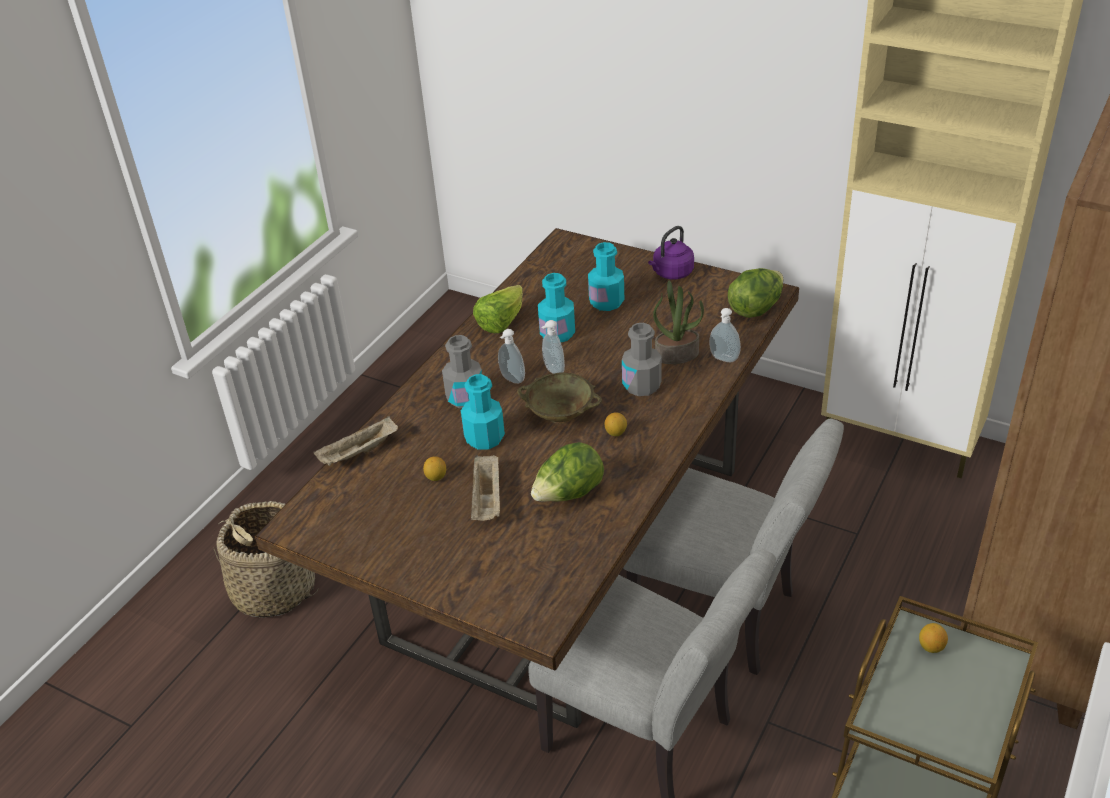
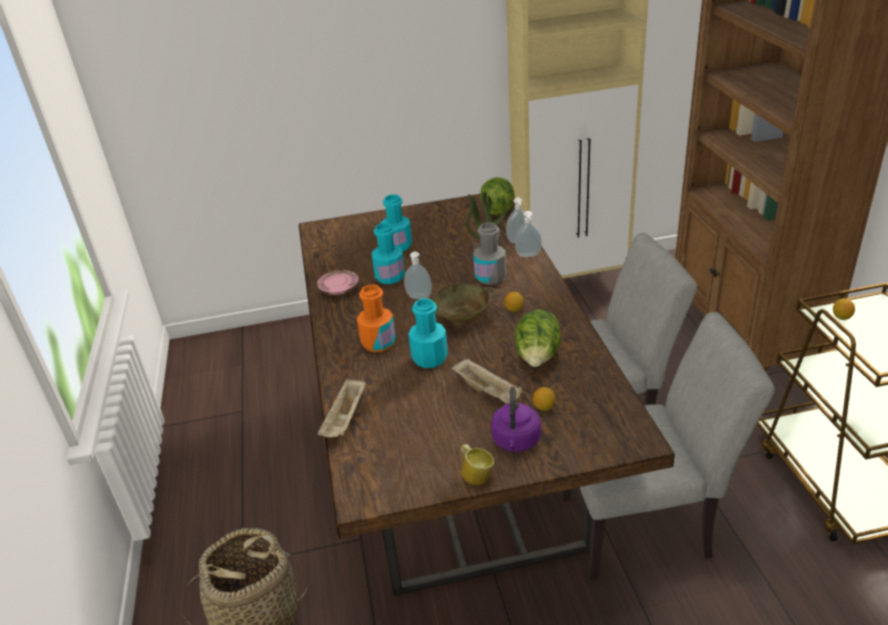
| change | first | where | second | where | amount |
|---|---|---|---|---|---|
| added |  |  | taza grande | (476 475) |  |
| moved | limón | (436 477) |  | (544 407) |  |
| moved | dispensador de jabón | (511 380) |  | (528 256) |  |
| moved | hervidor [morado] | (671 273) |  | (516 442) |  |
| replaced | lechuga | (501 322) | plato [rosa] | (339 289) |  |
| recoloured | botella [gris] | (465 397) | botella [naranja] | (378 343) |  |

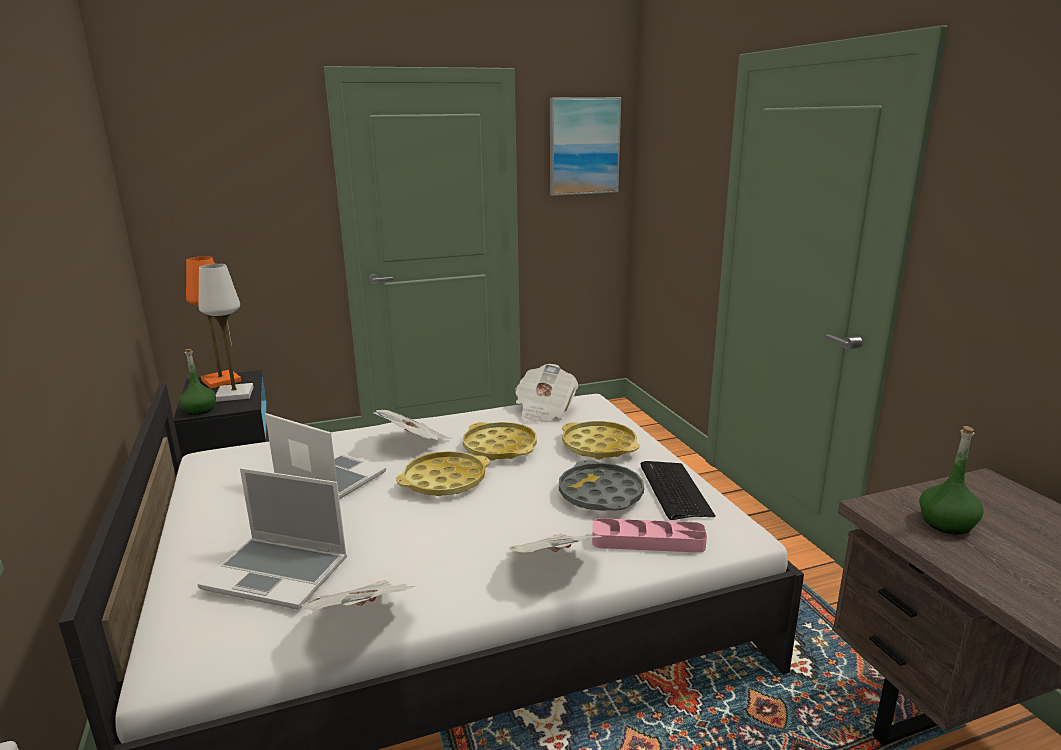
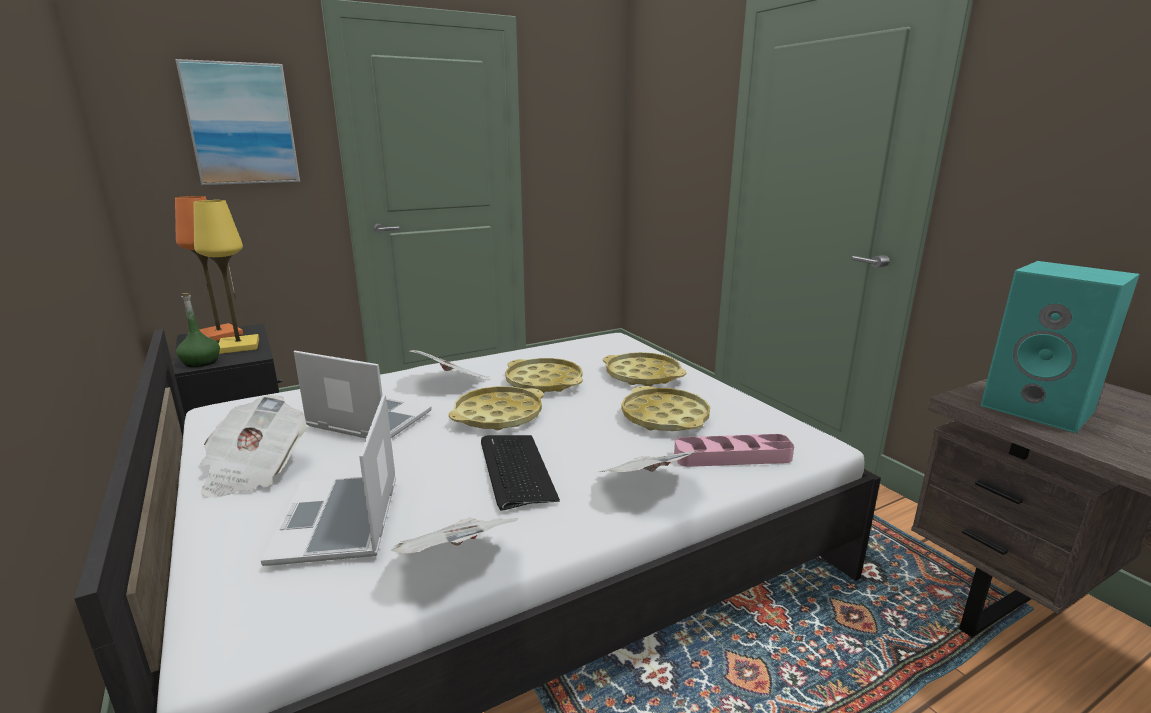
| change | first | where | second | where | amount |
|---|---|---|---|---|---|
| moved | periódico | (544 410) |  | (254 470) |  |
| moved | cuadro | (584 146) |  | (241 124) |  |
| moved | teclado | (674 490) |  | (515 470) |  |
| replaced | botella [verde] | (947 523) | altavoz [turquesa] | (1040 409) |  |
| recoloured | lámpara de mesa [blanco] | (235 394) | lámpara de mesa [amarillo] | (239 346) |  |
| recoloured | bandeja [gris] | (600 494) | bandeja [amarillo] | (664 417) |  |
| turned | portátil | (279 573) |  | (340 522) | 75 degrees clockwise |

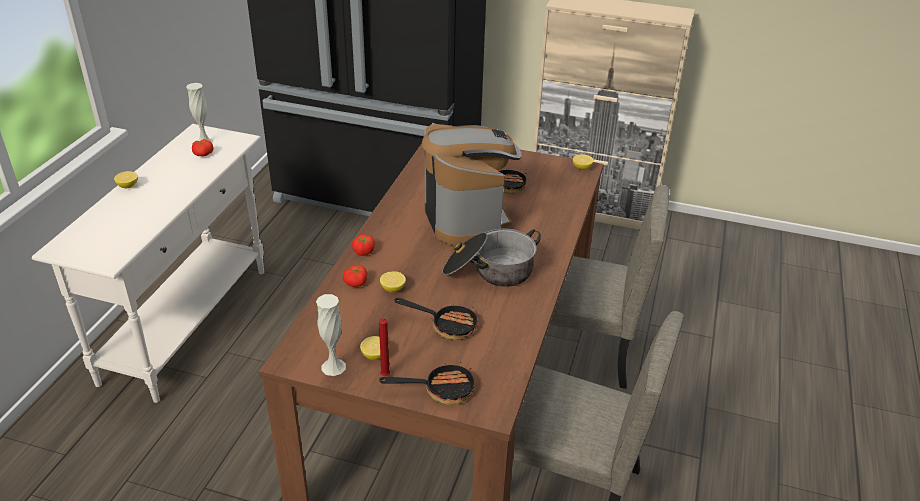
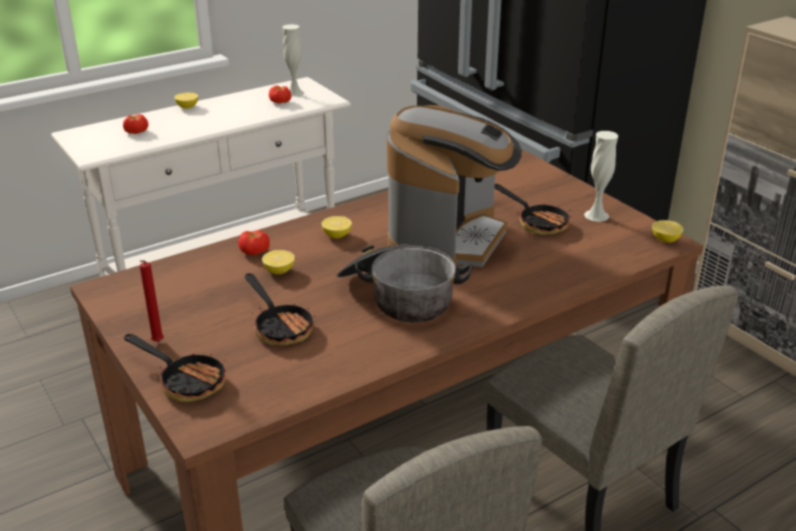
| change | first | where | second | where | amount |
|---|---|---|---|---|---|
| moved | florero [blanco] | (333 367) |  | (596 215) |  |
| moved | tomate | (363 251) |  | (136 131) |  |
| moved | limón | (375 355) |  | (337 235) |  |

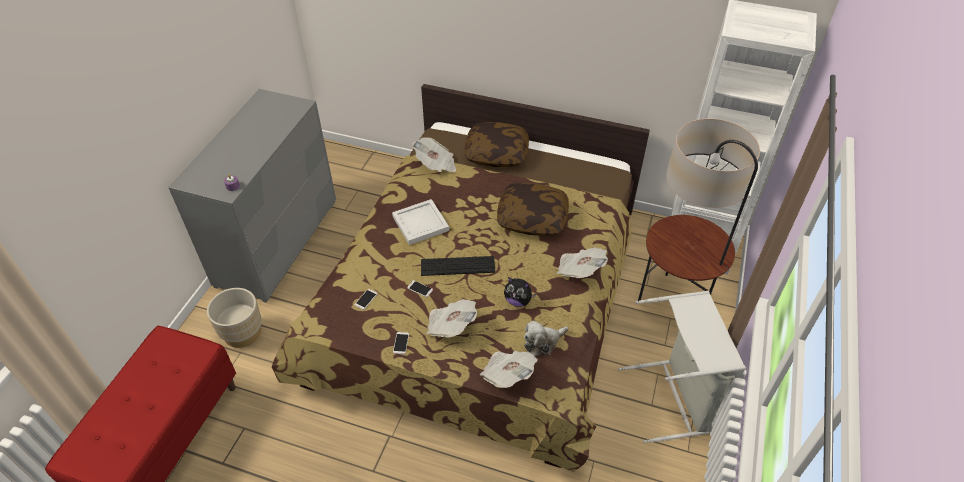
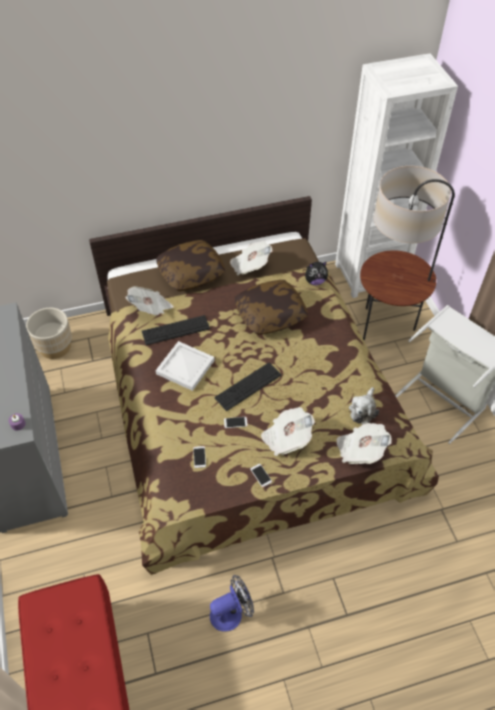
| change | first | where | second | where | amount |
|---|---|---|---|---|---|
| added |  |  | teclado | (175 330) |  |
| added |  |  | ventilador | (231 612) |  |
| moved | maceta [beis] | (242 332) |  | (55 346) |  |
| moved | peluche | (518 301) |  | (315 281) |  |
| moved | periódico | (579 270) |  | (250 265) |  |

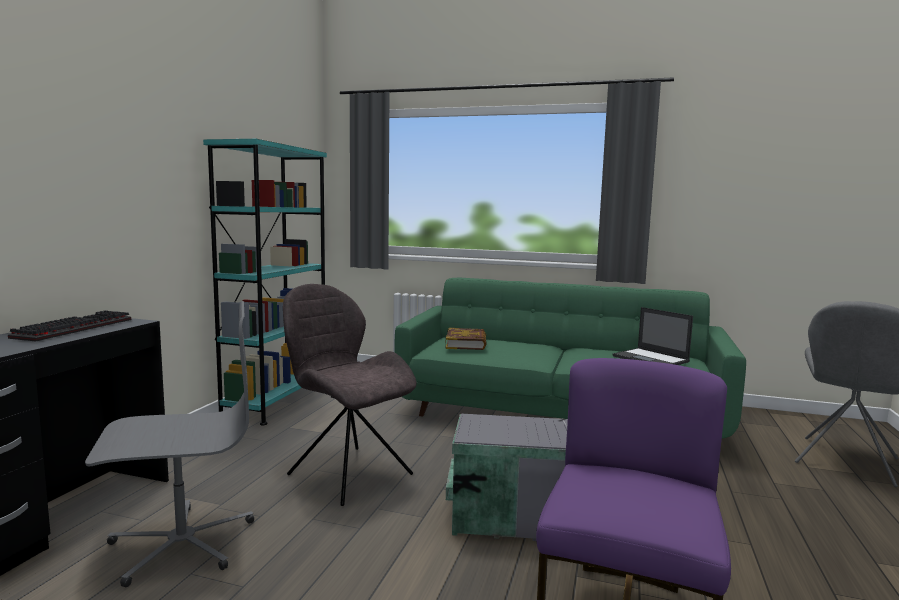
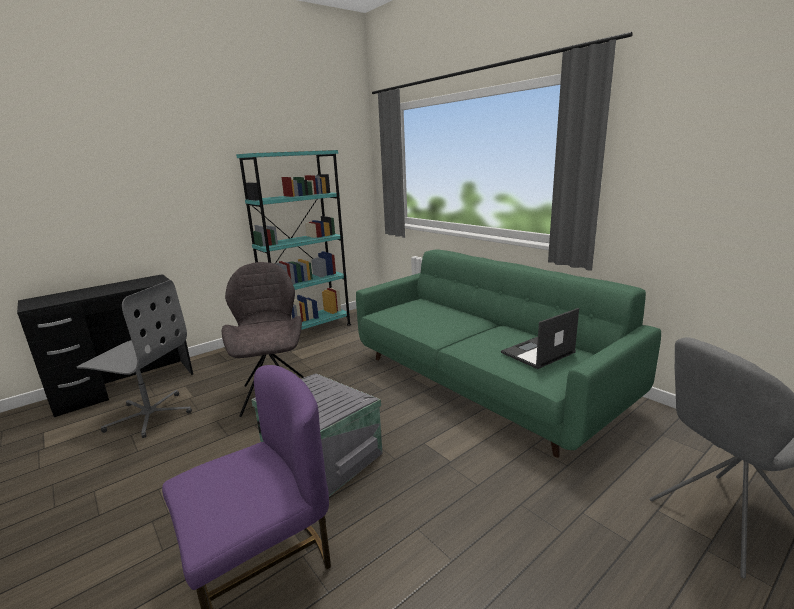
| change | first | where | second | where | amount |
|---|---|---|---|---|---|
| removed | teclado | (74 328) |  |  |  |
| removed | libro | (466 343) |  |  |  |
| turned | portátil | (651 359) |  | (537 353) | 60 degrees clockwise |

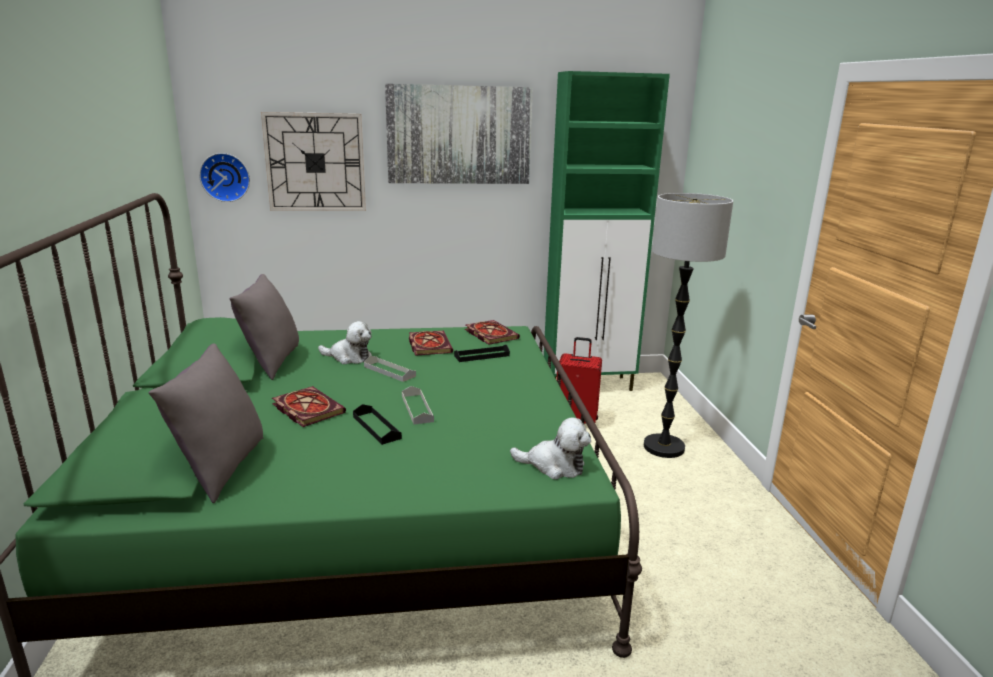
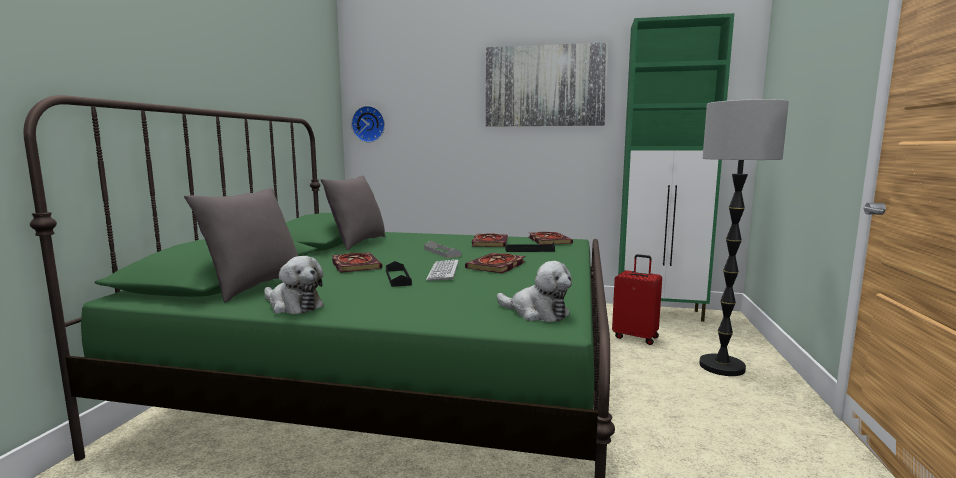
| change | first | where | second | where | amount |
|---|---|---|---|---|---|
| removed | reloj de pared | (315 162) |  |  |  |
| added |  |  | libro | (496 266) |  |
| moved | peluche | (349 357) |  | (293 306) |  |
| replaced | bandeja [gris] | (417 408) | teclado | (443 271) |  |

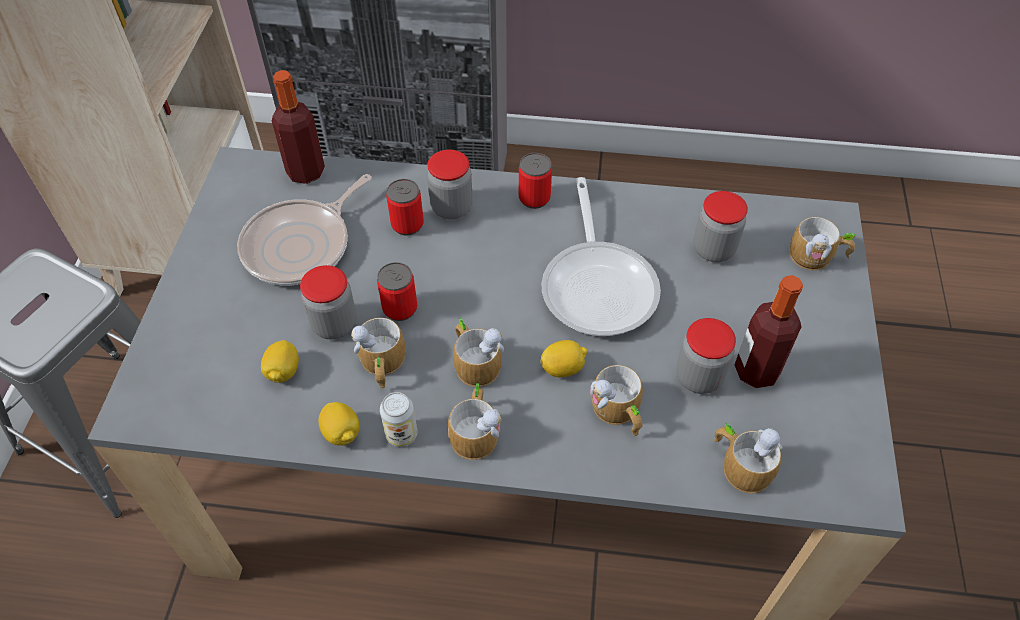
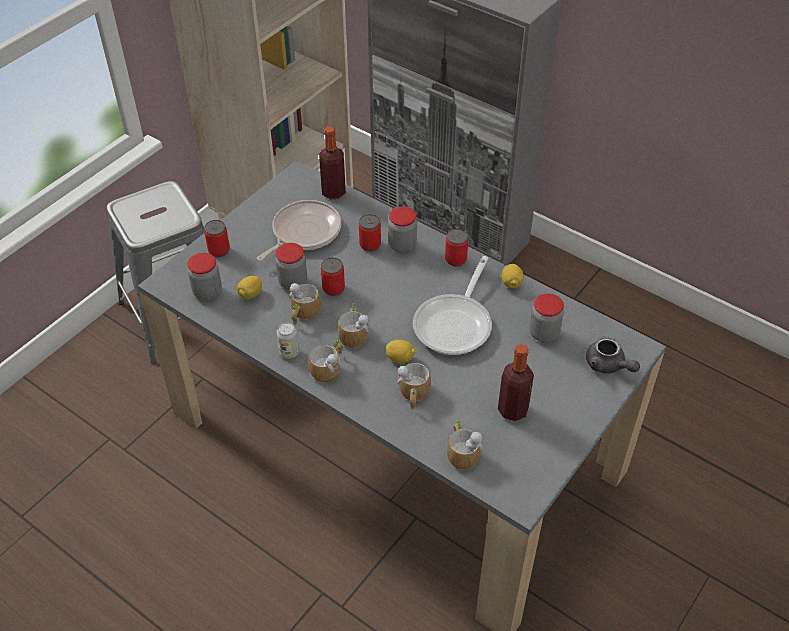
| change | first | where | second | where | amount |
|---|---|---|---|---|---|
| added |  |  | lata | (219 250) |  |
| moved | limón | (341 433) |  | (511 283) |  |
| moved | tarro | (698 377) |  | (207 292) |  |
| replaced | taza grande | (817 257) | tetera [gris] | (608 366) |  |
| turned | sartén | (301 245) |  | (303 232) | 150 degrees clockwise |

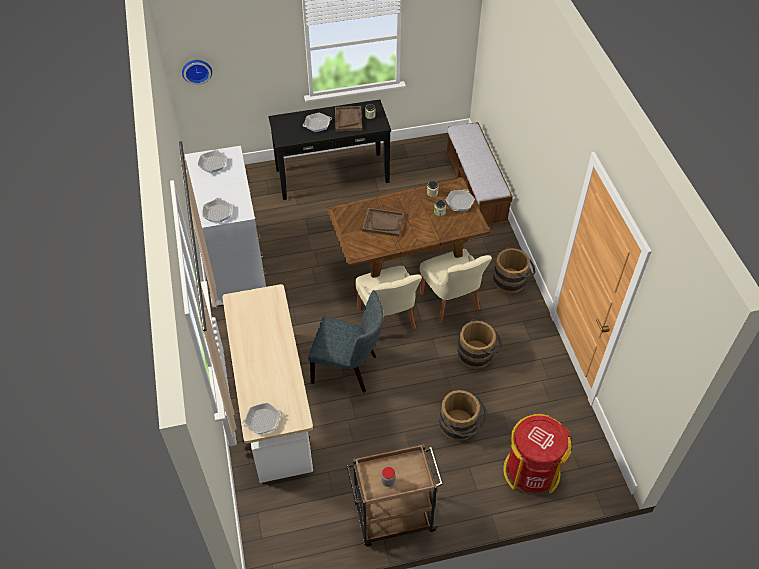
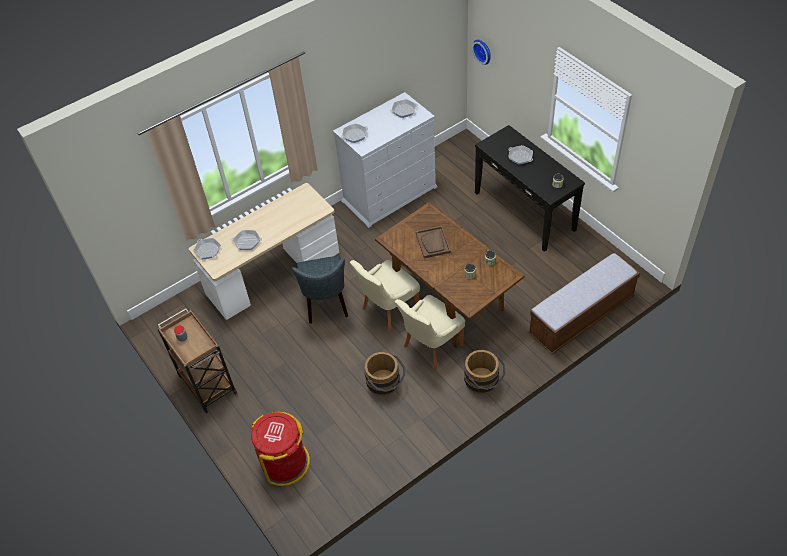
| change | first | where | second | where | amount |
|---|---|---|---|---|---|
| removed | bandeja [marrón] | (348 119) |  |  |  |
| removed | cubo [marrón] | (460 428) |  |  |  |
| moved | sartén | (459 202) |  | (247 242) |  |

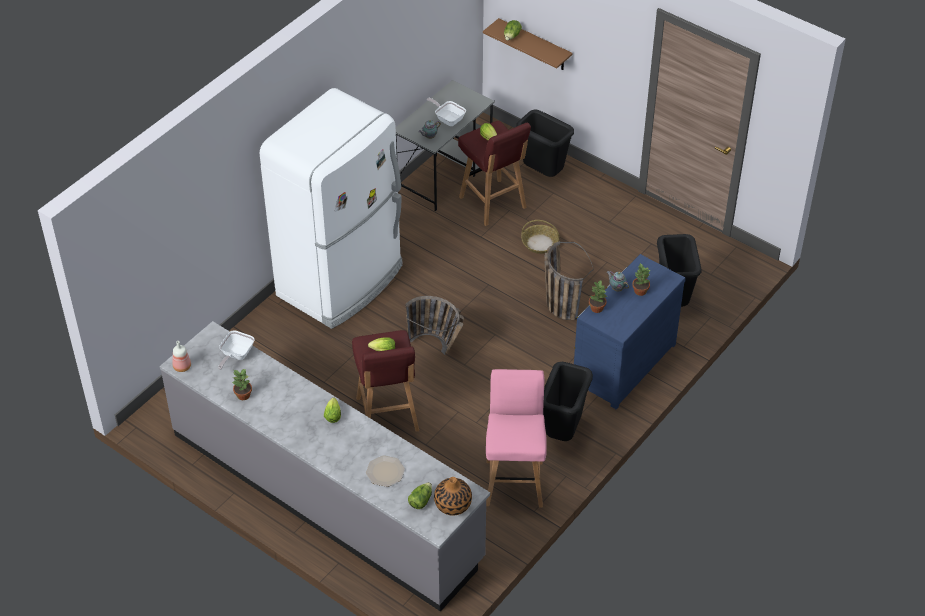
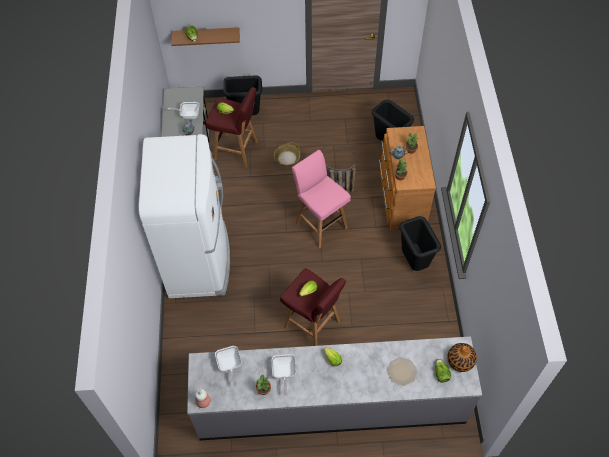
| change | first | where | second | where | amount |
|---|---|---|---|---|---|
| removed | cesta | (437 347) |  |  |  |
| added |  |  | sartén | (284 373) |  |
| moved | taburete [rosa] | (514 481) |  | (320 225) |  |
| recoloured | cómoda [azul] | (621 363) | cómoda [marrón] | (401 199) |  |

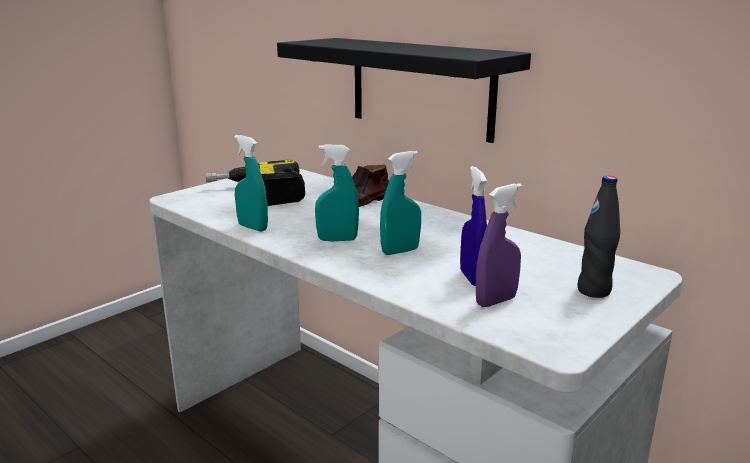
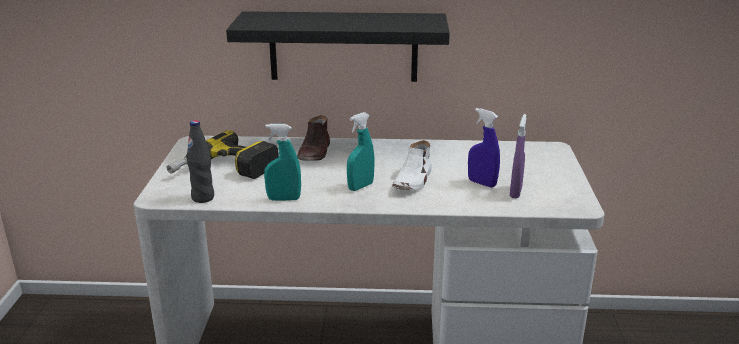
| change | first | where | second | where | amount |
|---|---|---|---|---|---|
| moved | botella [negro] | (594 291) |  | (203 198) |  |
| replaced | pulverizador [turquesa] | (400 251) | zapato [blanco] | (413 180) |  |

